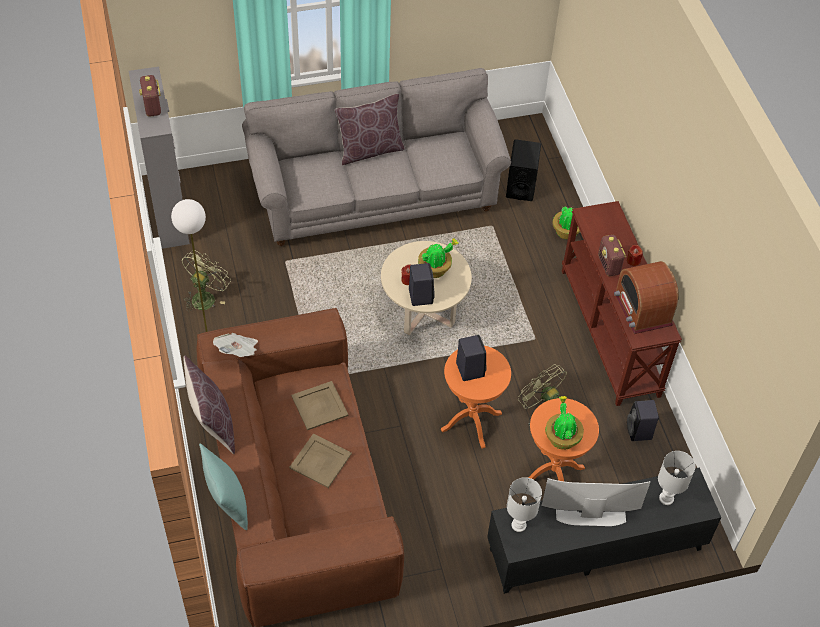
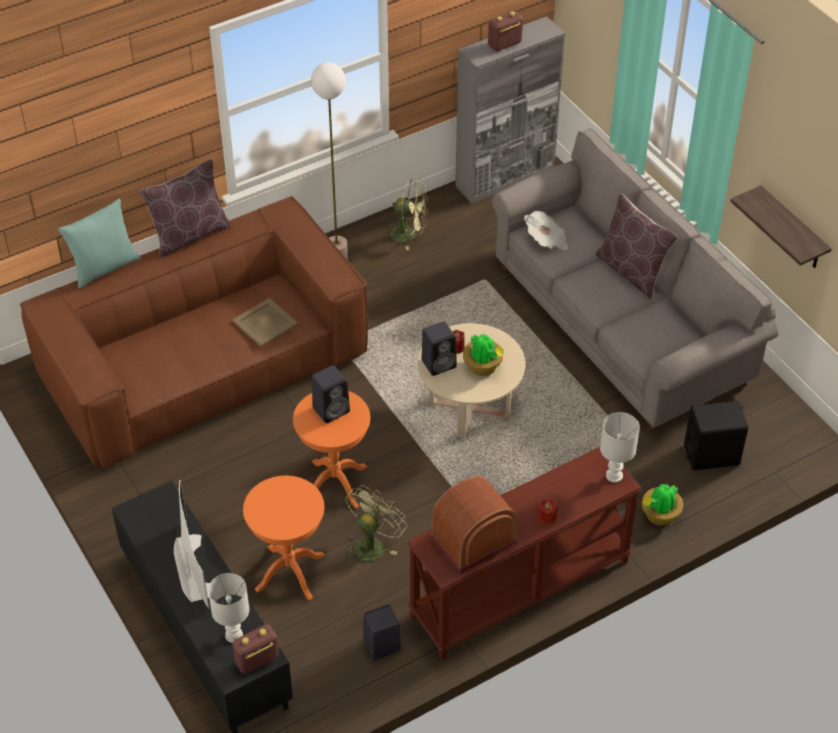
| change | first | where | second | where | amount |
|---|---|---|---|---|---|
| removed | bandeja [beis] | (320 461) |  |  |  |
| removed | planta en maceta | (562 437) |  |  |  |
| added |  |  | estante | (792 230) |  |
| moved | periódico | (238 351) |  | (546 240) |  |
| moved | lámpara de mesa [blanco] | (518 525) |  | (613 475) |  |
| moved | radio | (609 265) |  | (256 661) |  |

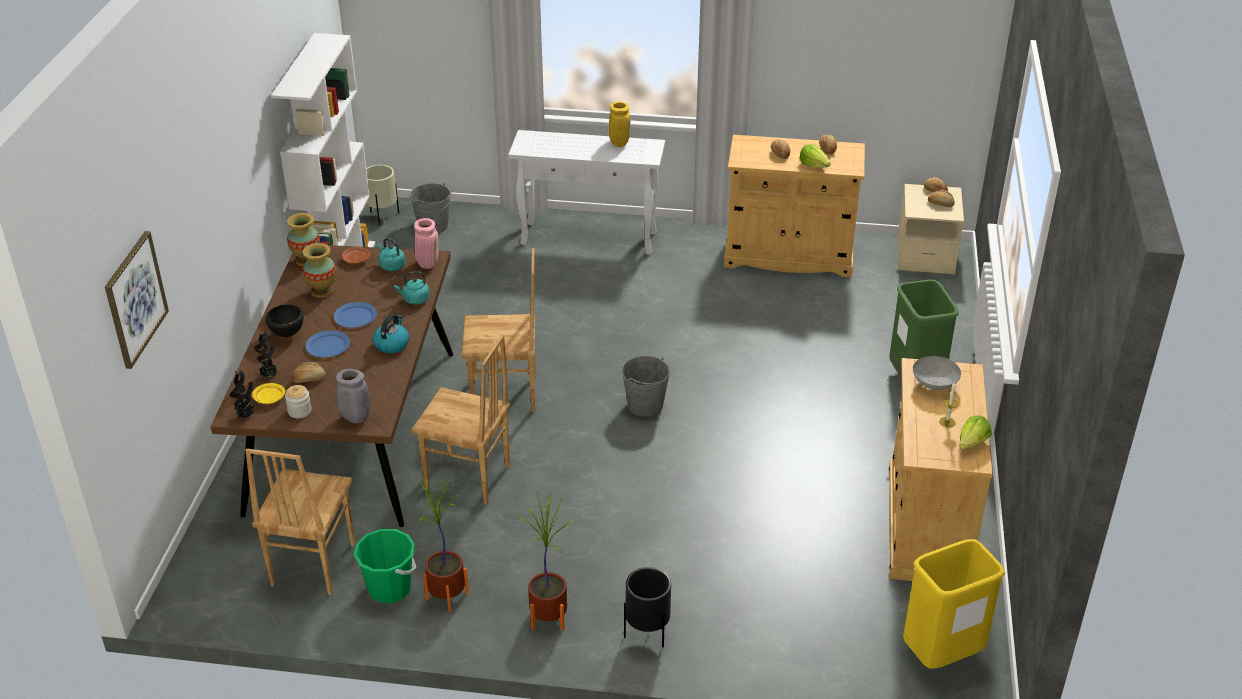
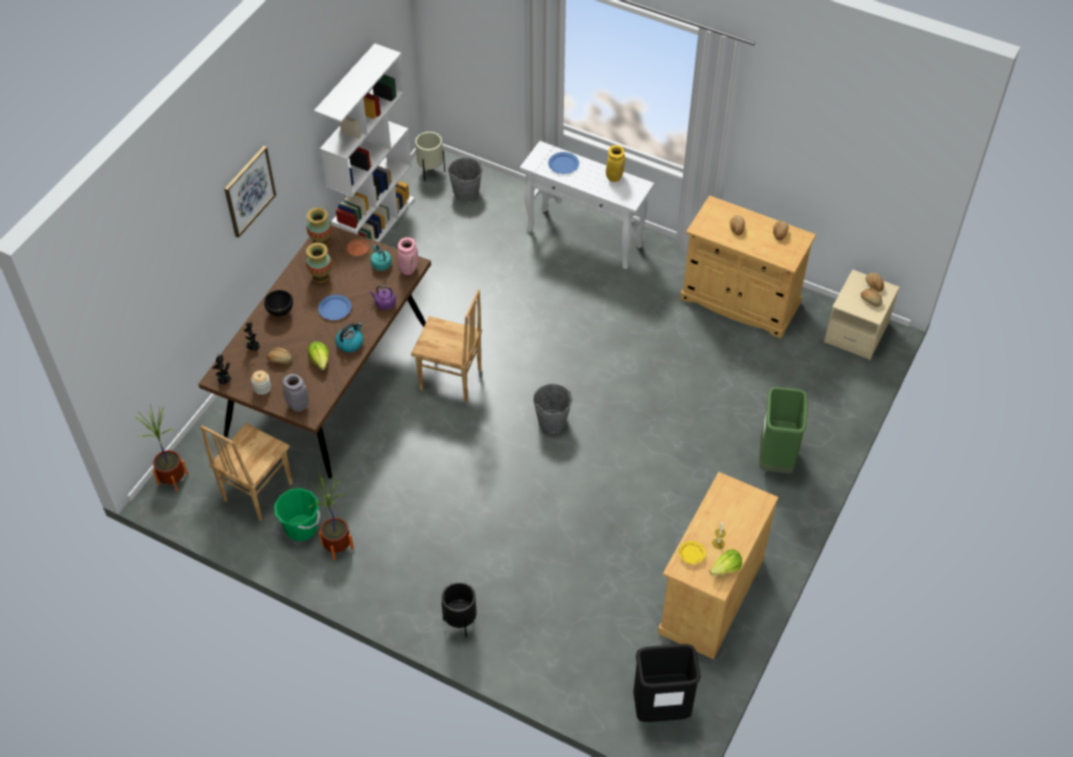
| change | first | where | second | where | amount |
|---|---|---|---|---|---|
| removed | silla [marrón] | (468 479) |  |  |  |
| removed | cuenco [gris] | (935 384) |  |  |  |
| moved | cuadro | (135 299) |  | (249 191) |  |
| moved | plato [amarillo] | (269 398) |  | (691 555) |  |
| moved | plato [azul] | (327 346) |  | (563 164) |  |
| moved | planta en maceta | (549 617) |  | (173 479) |  |
| moved | lechuga | (814 165) |  | (320 360) |  |
| recoloured | hervidor [turquesa] | (415 299) | hervidor [morado] | (384 303) |  |
| recoloured | papelera [amarillo] | (941 655) | papelera [negro] | (661 709) |  |

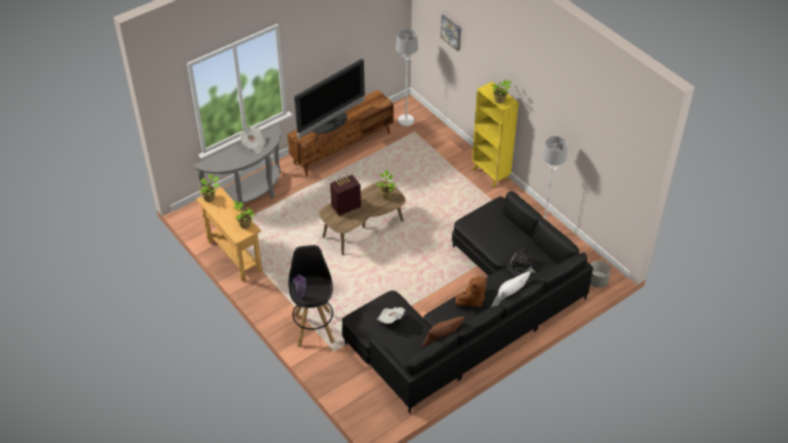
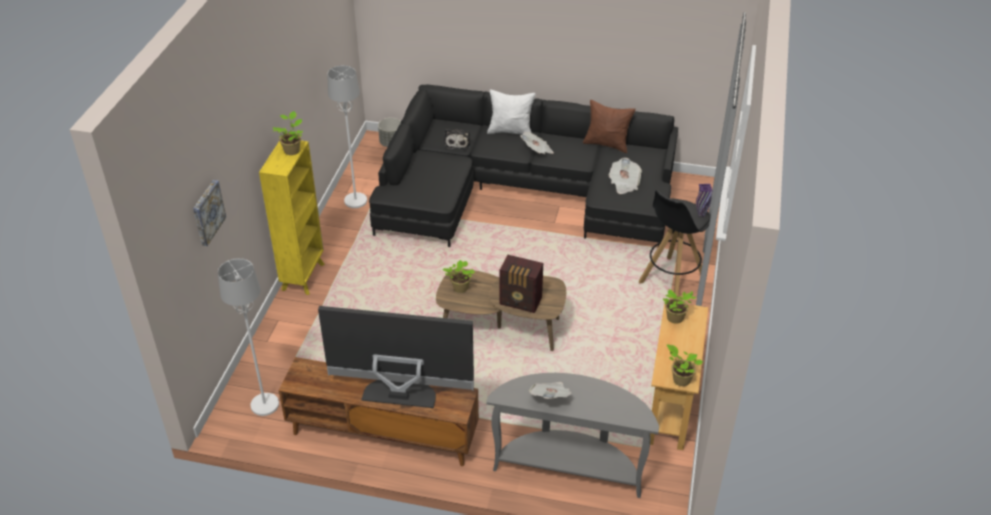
| change | first | where | second | where | amount |
|---|---|---|---|---|---|
| replaced | peluche [marrón] | (472 300) | periódico | (537 151) |  |

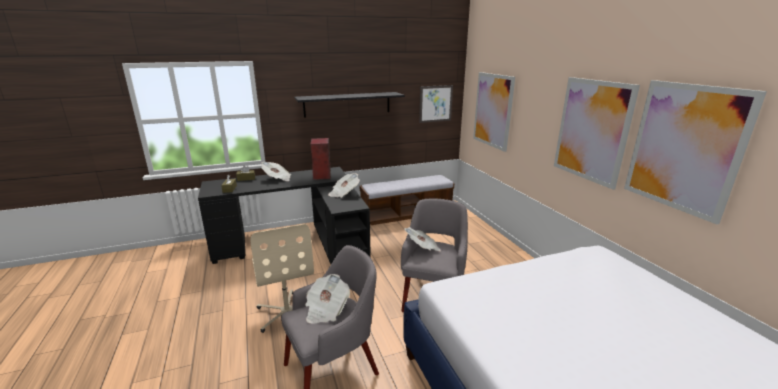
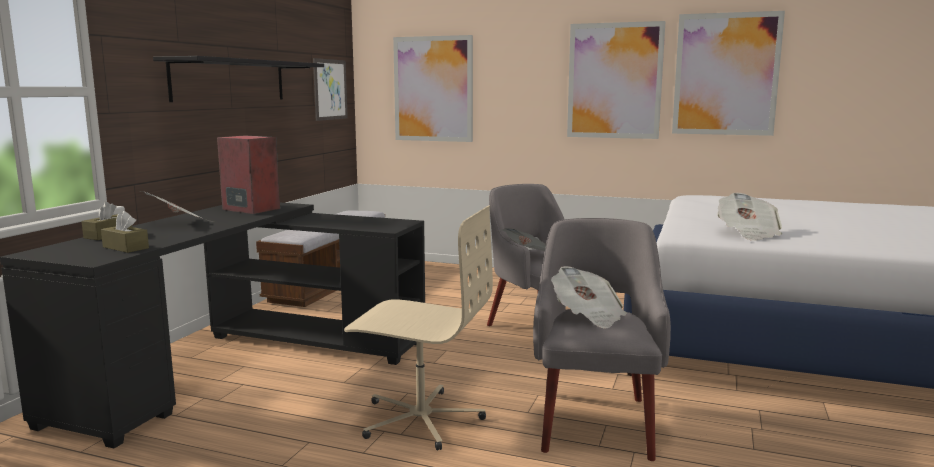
| change | first | where | second | where | amount |
|---|---|---|---|---|---|
| moved | periódico | (344 193) |  | (748 234) |  |

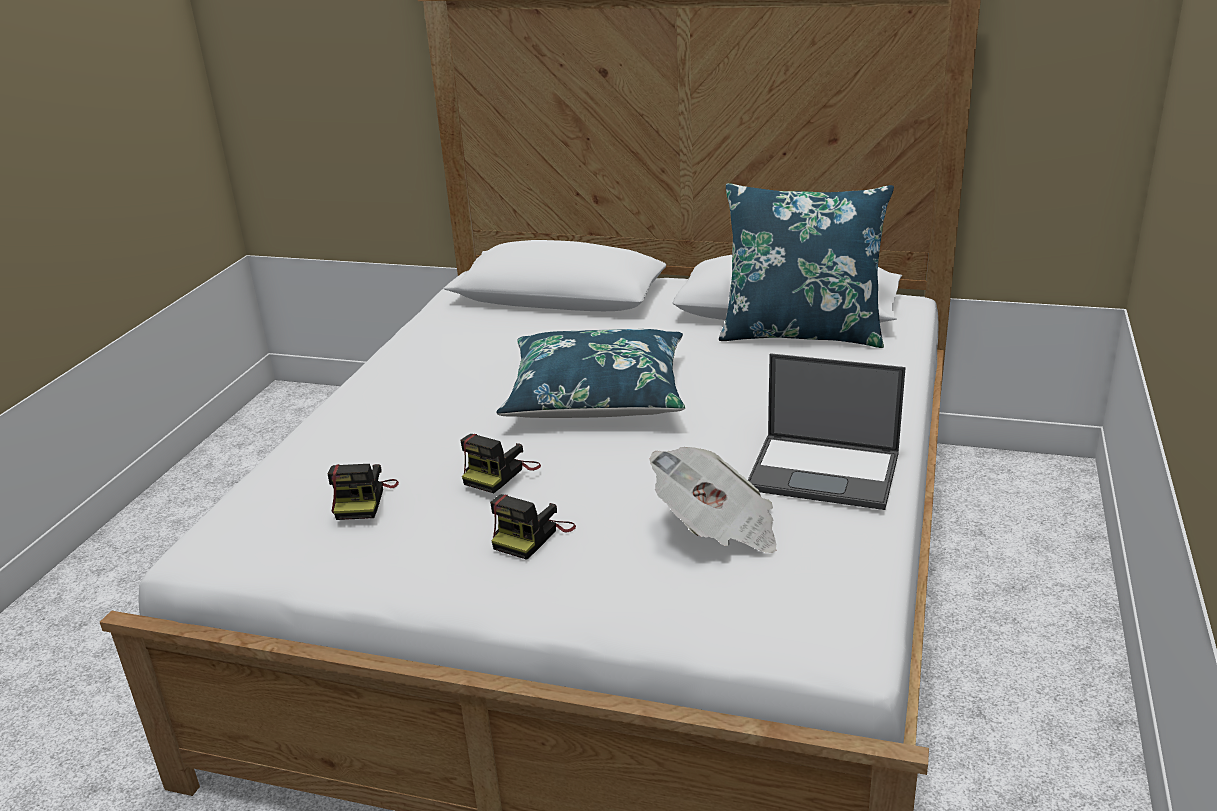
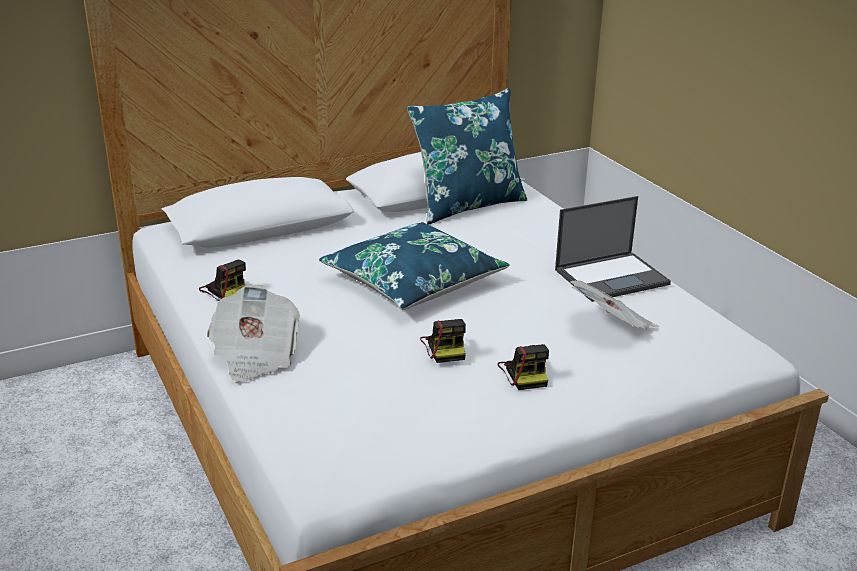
| change | first | where | second | where | amount |
|---|---|---|---|---|---|
| added |  |  | periódico | (255 355) |  |
| moved | cámara | (363 500) |  | (225 290) |  |

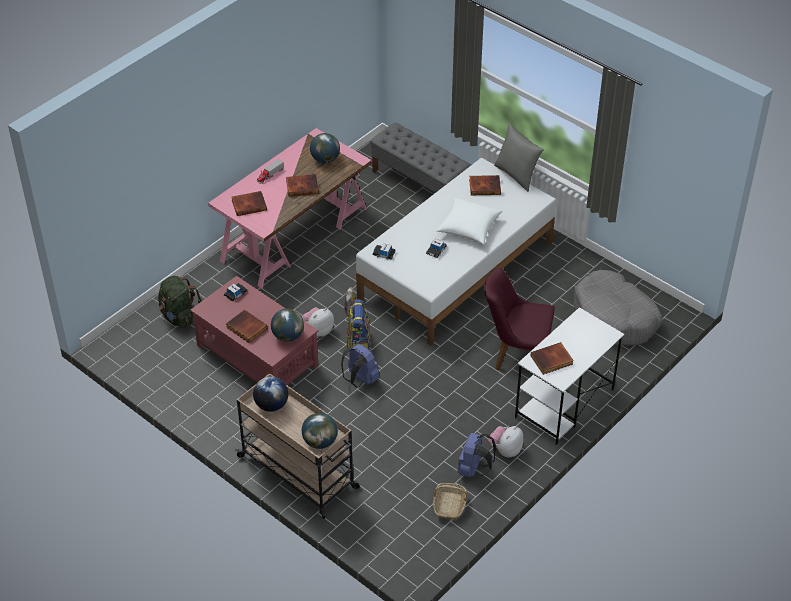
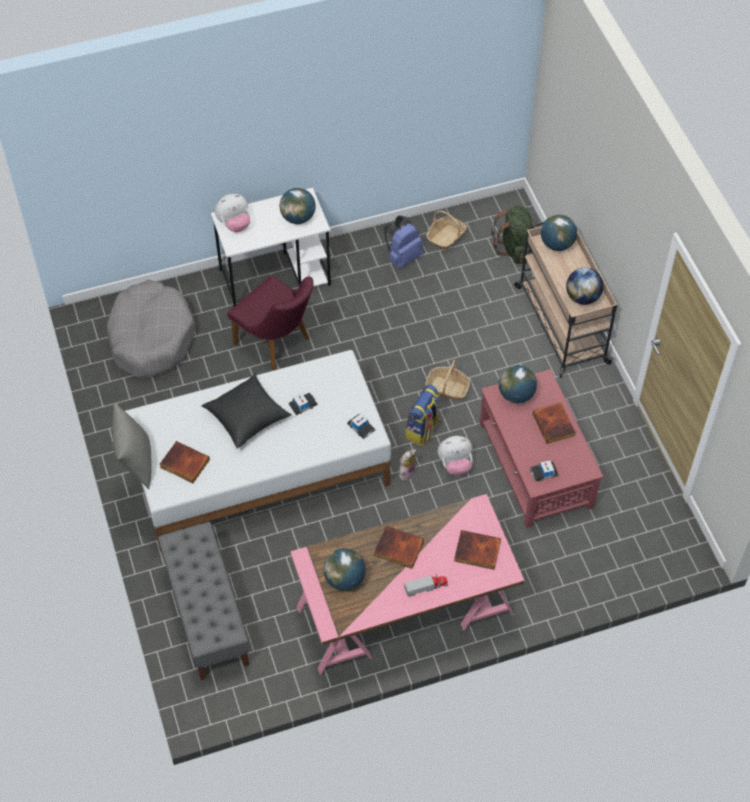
| change | first | where | second | where | amount |
|---|---|---|---|---|---|
| moved | mochila [verde] | (179 316) |  | (515 248) |  |
| moved | peluche | (505 450) |  | (234 224) |  |
| replaced | mochila [azul] | (360 380) | cesta | (447 388) |  |
| replaced | libro | (551 360) | globo terráqueo | (298 217) |  |
| recoloured | cojín [blanco] | (468 228) | cojín [negro] | (247 417) |  |

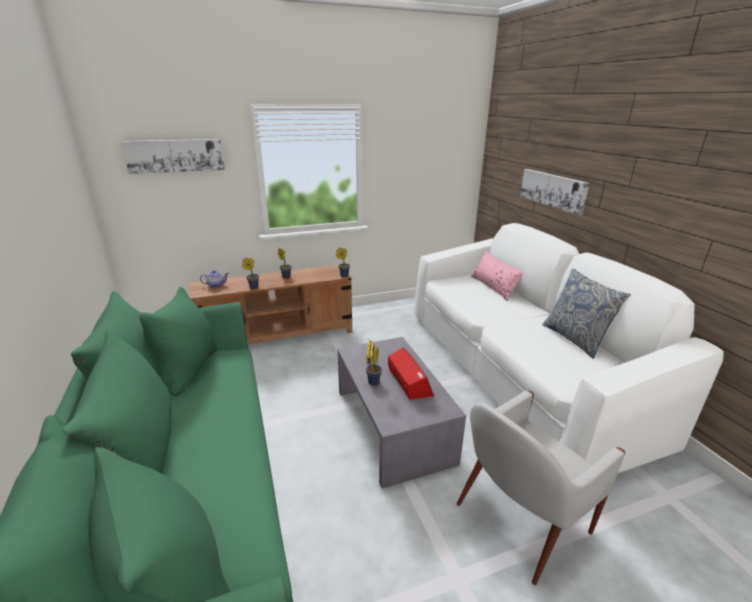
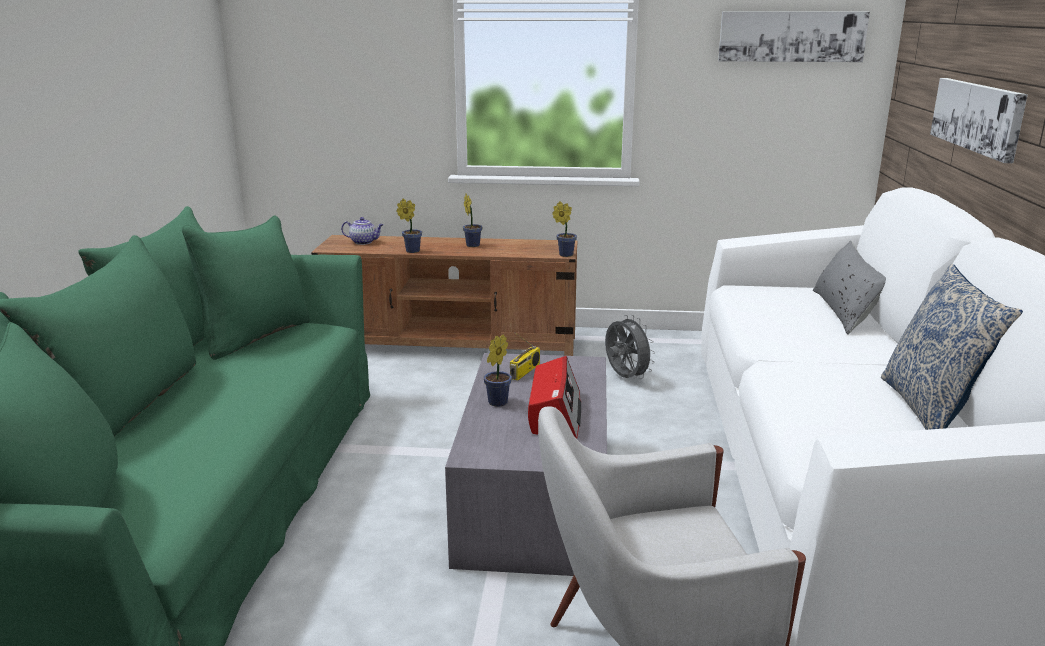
| change | first | where | second | where | amount |
|---|---|---|---|---|---|
| added |  |  | ventilador [gris] | (625 378) |  |
| moved | cuadro | (175 155) |  | (791 36) |  |
| recoloured | cojín [rosa] | (494 287) | cojín [gris] | (845 311) |  |

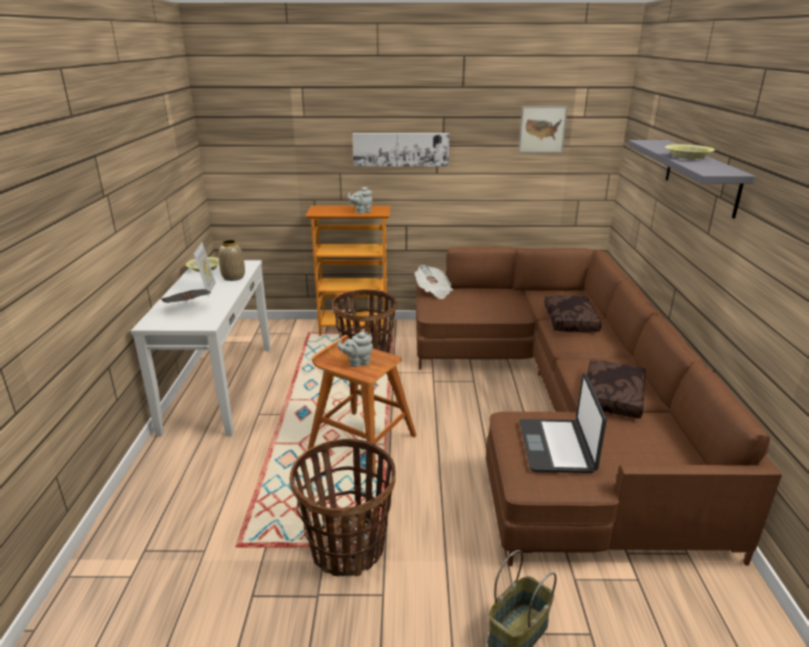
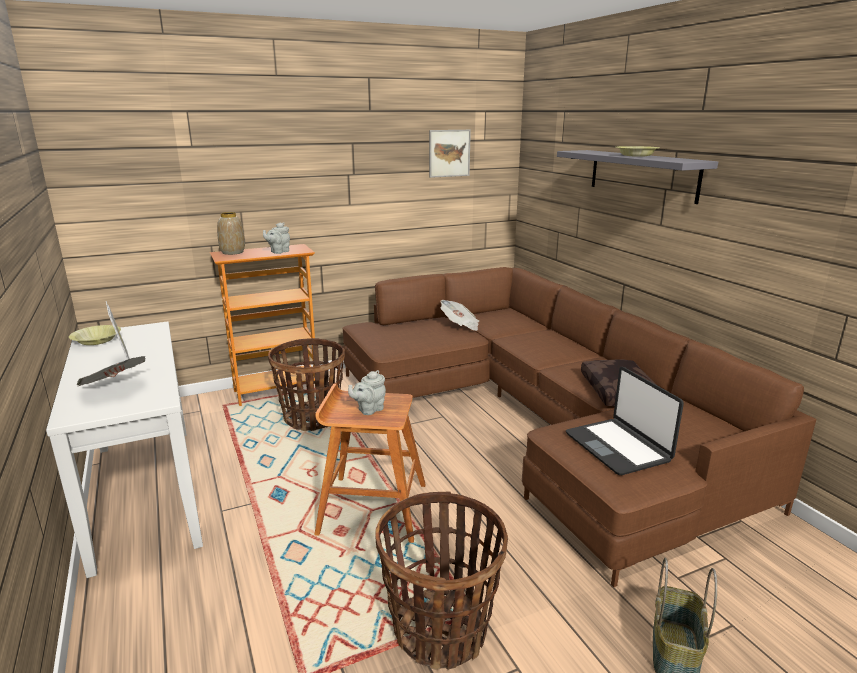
| change | first | where | second | where | amount |
|---|---|---|---|---|---|
| removed | cuadro | (401 149) |  |  |  |
| removed | cojín [marrón] | (571 321) |  |  |  |
| moved | florero | (234 277) |  | (233 252) |  |
| moved | periódico | (433 291) |  | (460 325) |  |

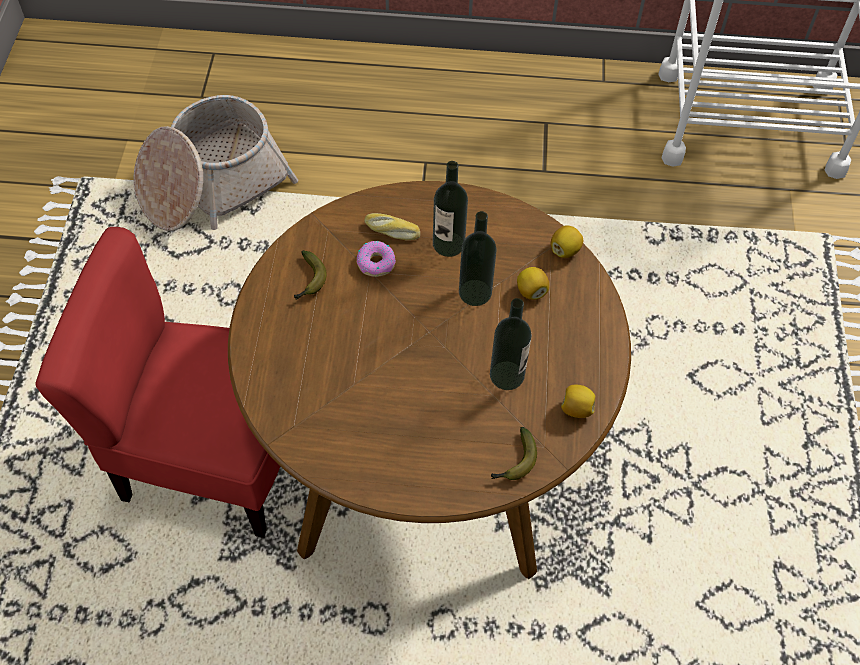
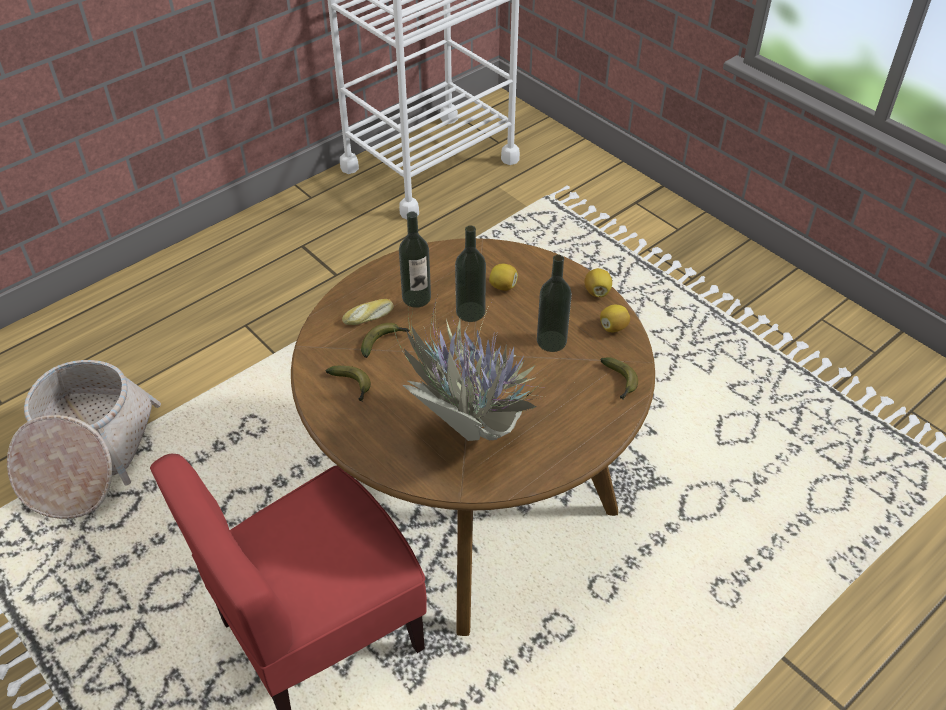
| change | first | where | second | where | amount |
|---|---|---|---|---|---|
| added |  |  | planta en maceta | (468 431) |  |
| moved | limón | (565 250) |  | (597 292) |  |
| replaced | rosquilla | (376 263) | plátano | (384 342) |  |

